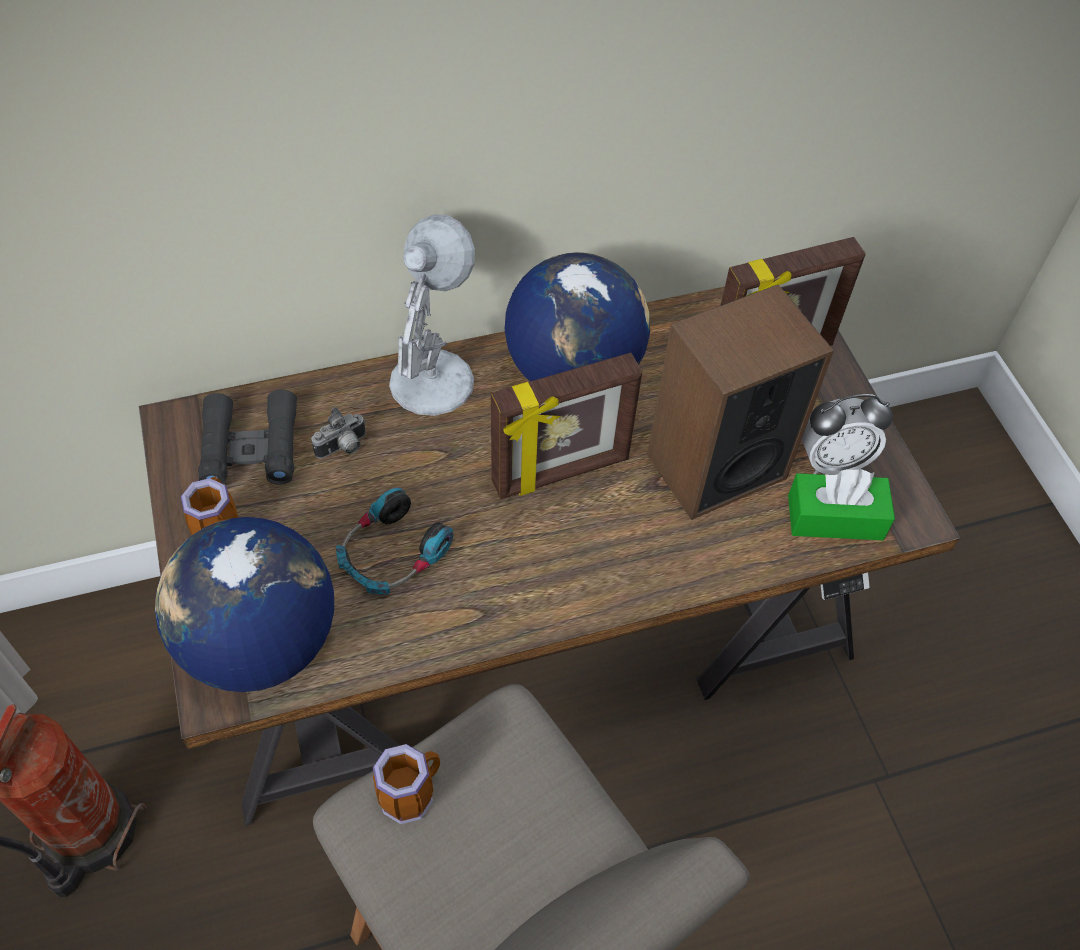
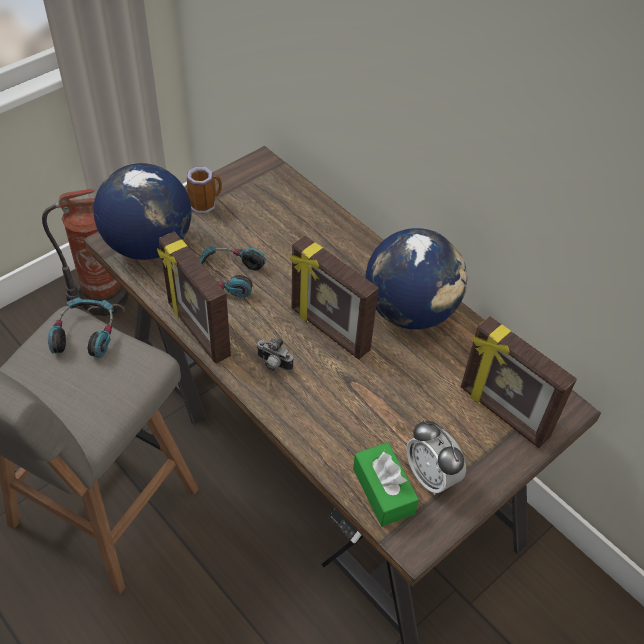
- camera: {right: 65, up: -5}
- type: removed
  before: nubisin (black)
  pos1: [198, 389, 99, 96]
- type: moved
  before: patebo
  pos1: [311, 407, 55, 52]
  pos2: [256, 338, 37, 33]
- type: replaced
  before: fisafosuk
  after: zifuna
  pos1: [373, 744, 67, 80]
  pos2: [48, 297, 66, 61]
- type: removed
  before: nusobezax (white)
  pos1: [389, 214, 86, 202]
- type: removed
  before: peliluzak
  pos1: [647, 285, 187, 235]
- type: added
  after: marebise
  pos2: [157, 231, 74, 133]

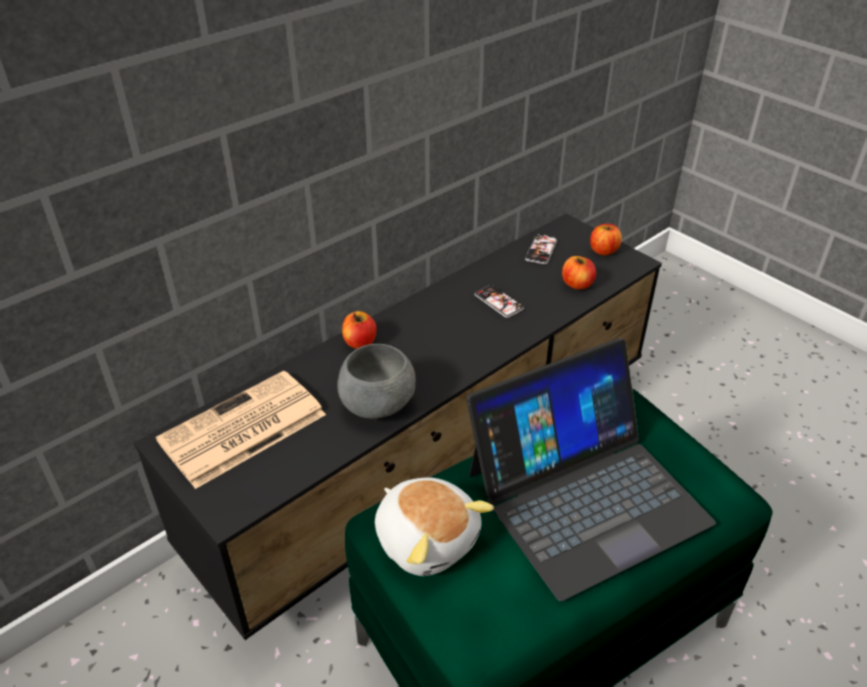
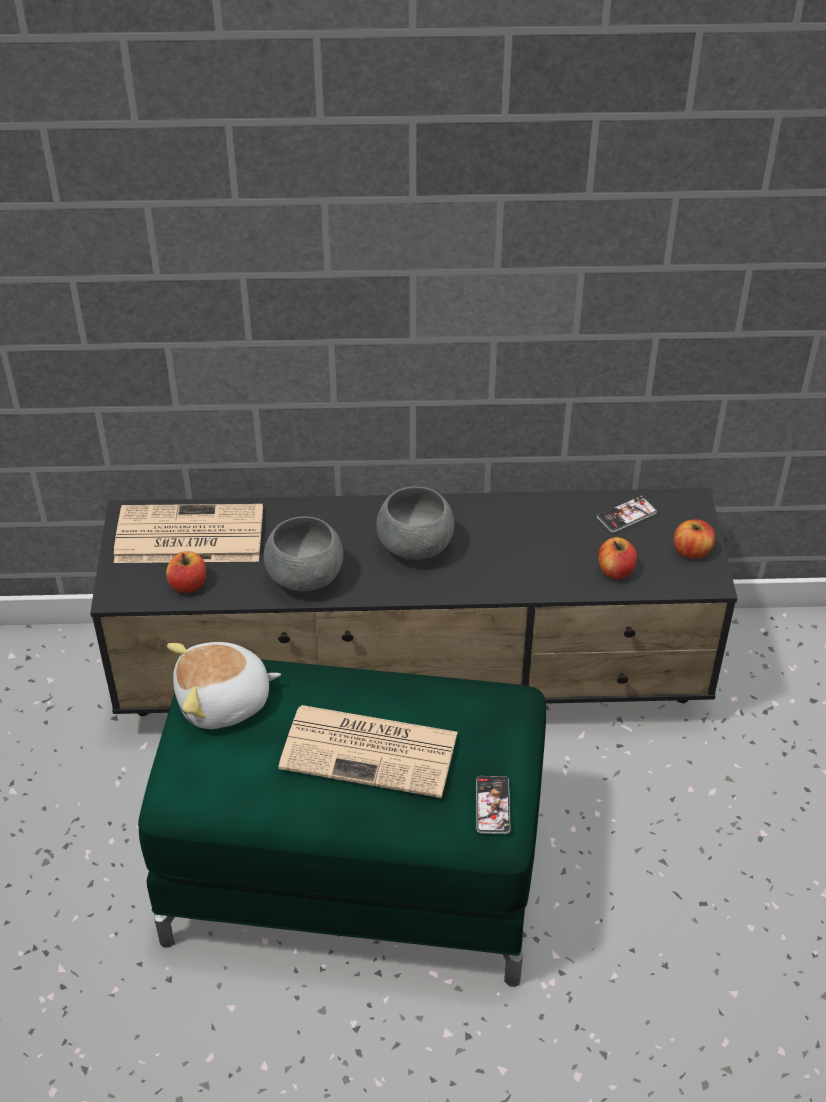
- camera: {right: 40, up: 5}
- type: moved
  before: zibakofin
  pos1: [342, 311, 35, 38]
  pos2: [166, 551, 40, 42]
- type: turned
  before: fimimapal
  pos1: [375, 477, 119, 99]
  pos2: [167, 642, 114, 87]
  turn: 75
- type: replaced
  before: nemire
  after: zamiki
  pos1: [466, 338, 250, 263]
  pos2: [279, 705, 179, 93]
- type: moved
  before: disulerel
  pos1: [474, 285, 50, 33]
  pos2: [476, 776, 35, 58]
- type: added
  after: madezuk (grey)
  pos2: [376, 487, 78, 73]

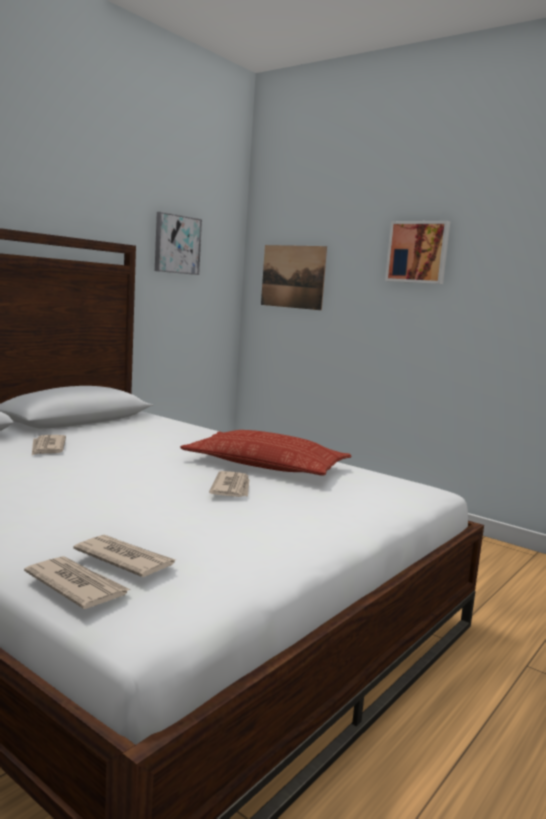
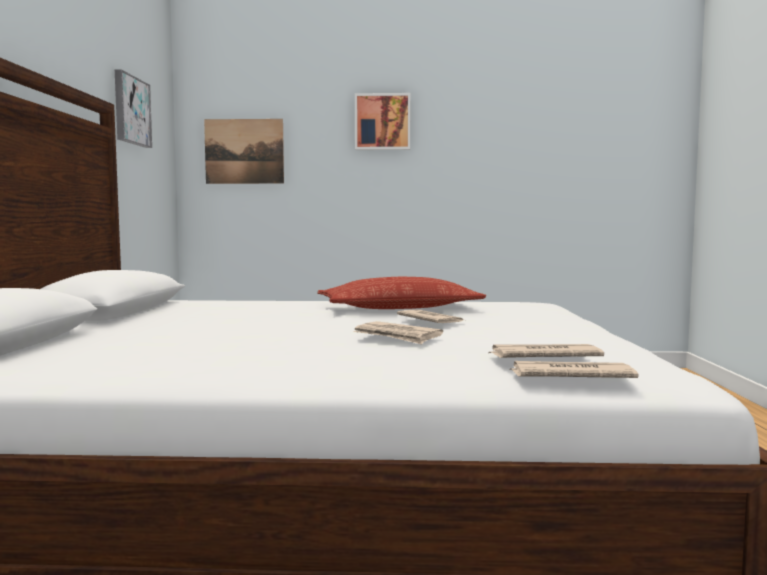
- camera: {right: -35, up: -5}
- type: moved
  before: zamiki
  pos1: [32, 435, 34, 20]
  pos2: [353, 321, 90, 23]

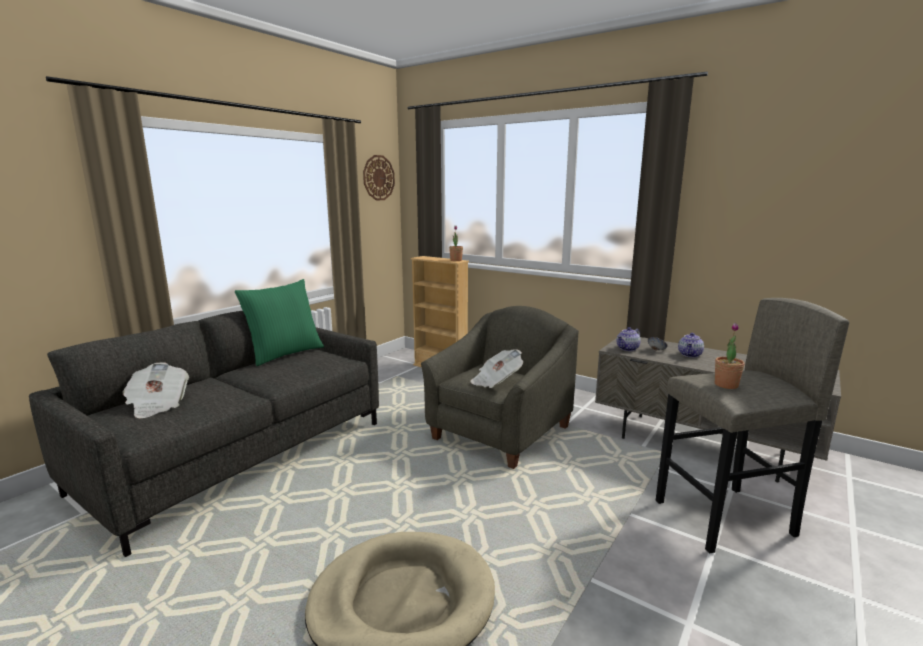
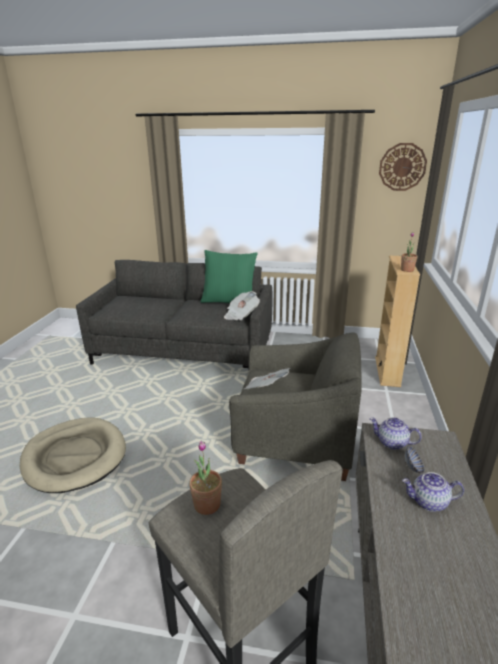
- camera: {right: 65, up: 10}
- type: moved
  before: zamiki
  pos1: [123, 362, 66, 57]
  pos2: [224, 291, 36, 29]

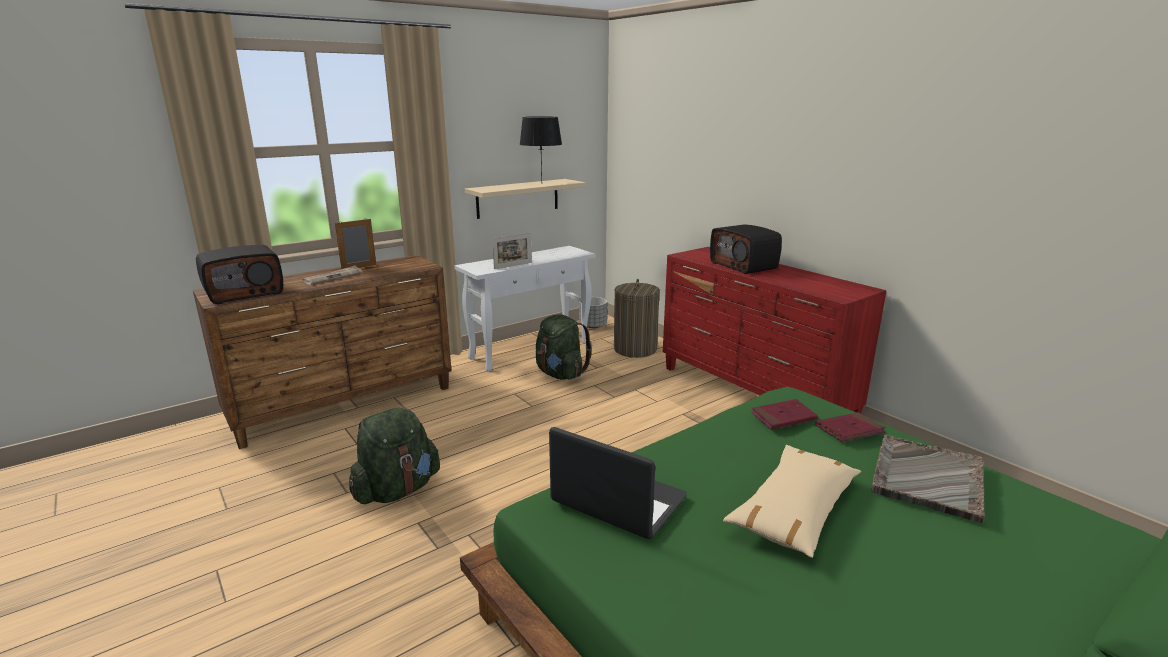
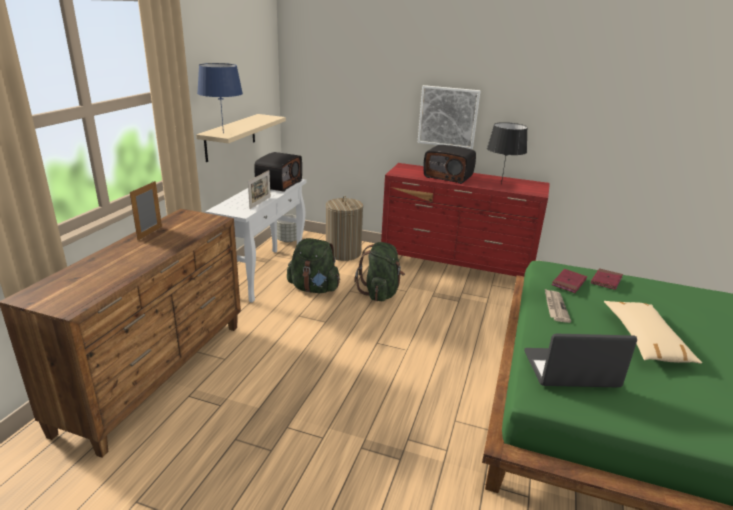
- camera: {right: -35, up: 5}
- type: moved
  before: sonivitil
  pos1: [196, 245, 87, 59]
  pos2: [254, 152, 48, 40]
- type: moved
  before: zamiki
  pos1: [303, 265, 60, 20]
  pos2: [545, 289, 26, 34]
- type: moved
  before: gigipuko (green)
  pos1: [349, 407, 91, 97]
  pos2: [354, 242, 51, 59]
- type: moved
  before: nusobezax (black)
  pos1: [520, 116, 42, 64]
  pos2: [487, 122, 41, 62]
- type: removed
  before: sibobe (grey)
  pos1: [871, 435, 114, 88]
- type: added
  after: nusobezax (blue)
  pos2: [197, 63, 46, 70]
- type: added
  after: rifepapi
  pos2: [417, 85, 63, 64]

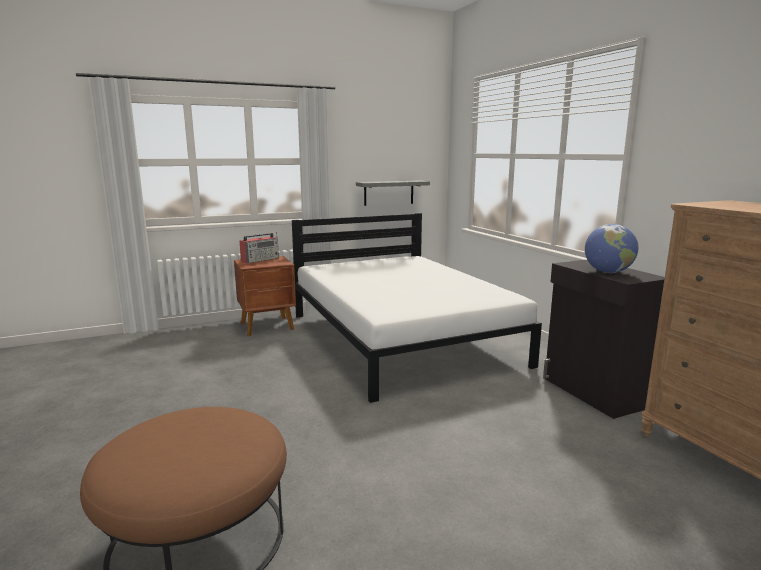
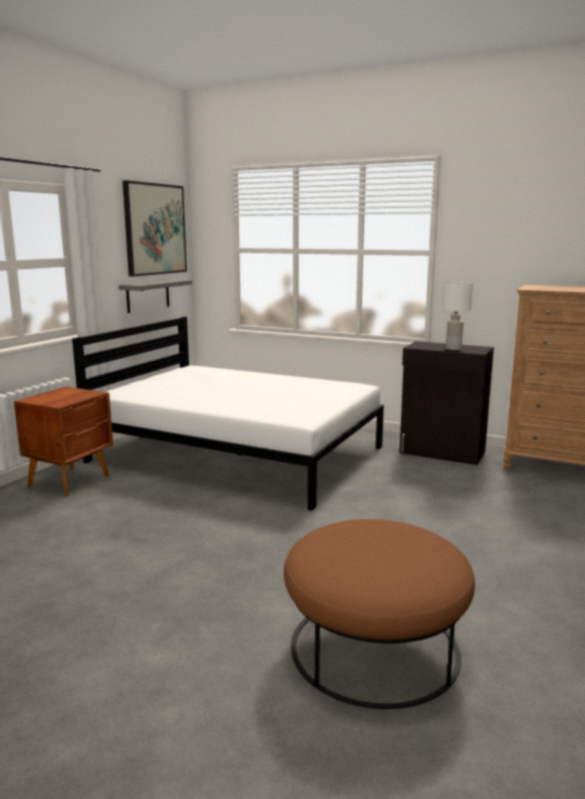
- camera: {right: -40, up: 0}
- type: removed
  before: sonivitil
  pos1: [239, 232, 40, 32]
- type: replaced
  before: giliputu
  after: nusobezax (white)
  pos1: [585, 224, 53, 49]
  pos2: [441, 281, 32, 69]
- type: added
  after: rifepapi
  pos2: [122, 180, 65, 97]

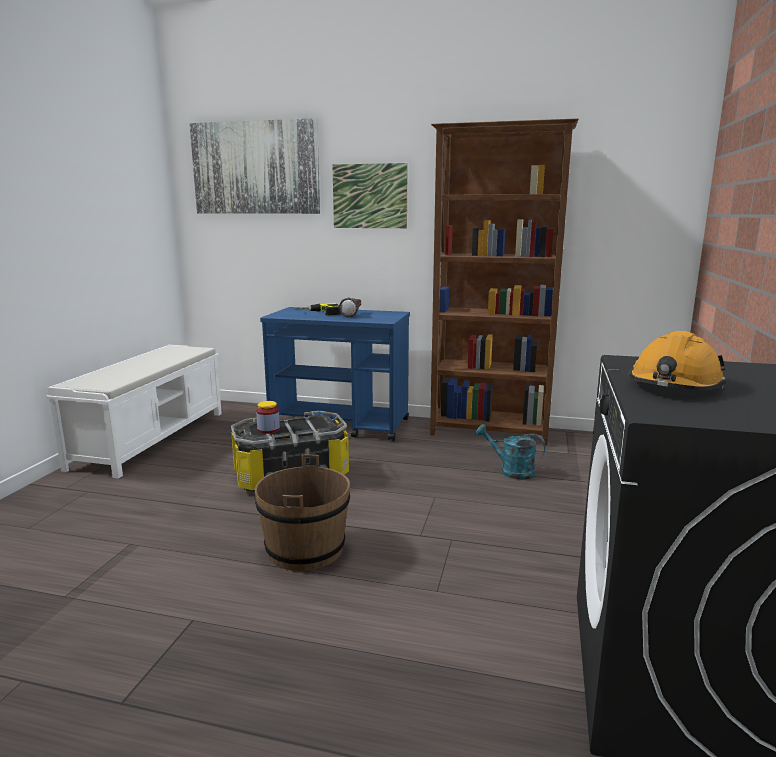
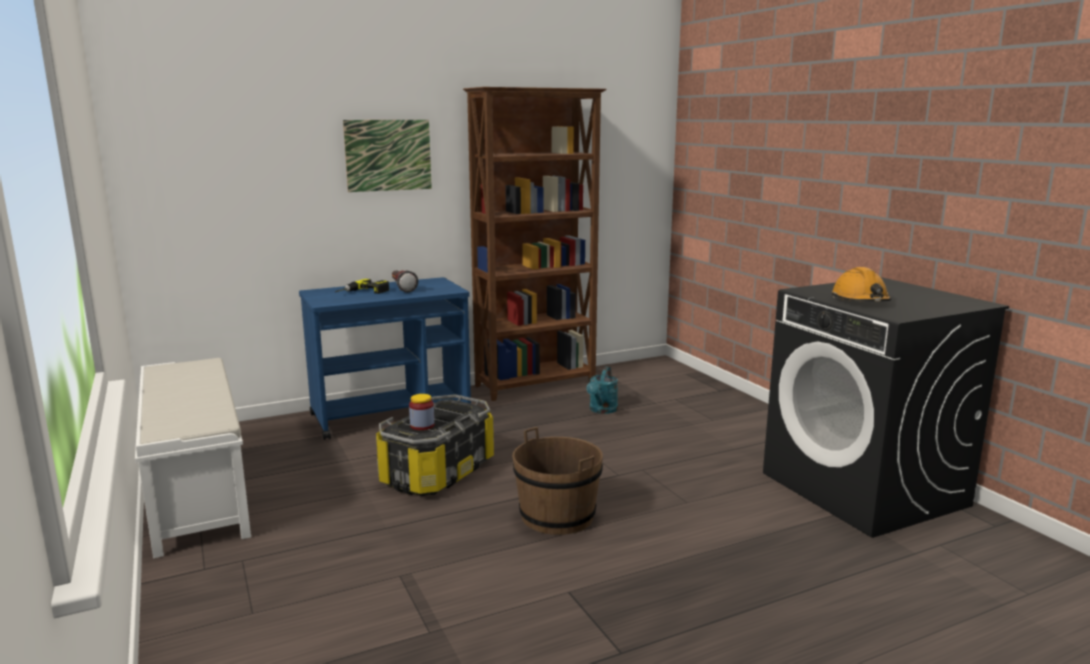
- camera: {right: -40, up: 0}
- type: removed
  before: rifepapi
  pos1: [189, 118, 131, 96]
- type: turned
  before: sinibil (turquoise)
  pos1: [475, 424, 71, 56]
  pos2: [586, 366, 32, 48]
  turn: -60

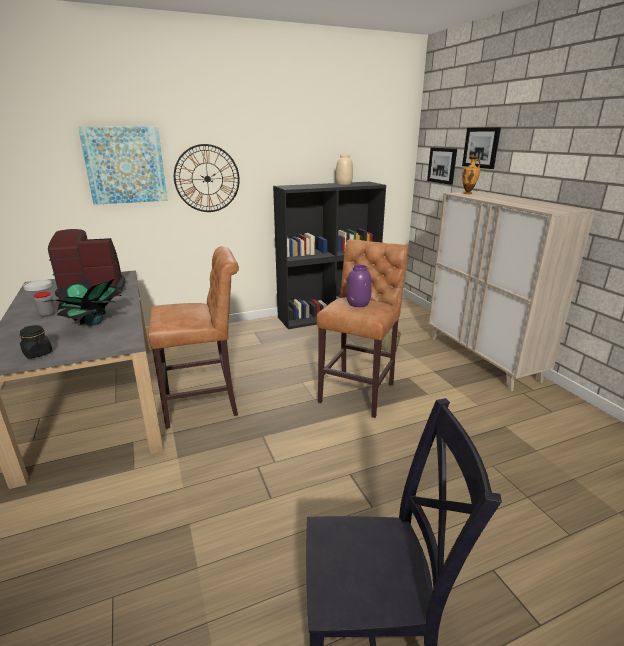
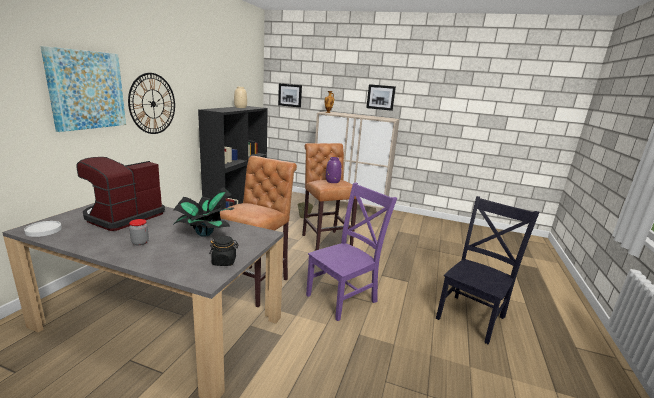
- camera: {right: -50, up: -5}
- type: moved
  before: rifepapi
  pos1: [462, 127, 39, 42]
  pos2: [366, 84, 30, 27]
- type: added
  after: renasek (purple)
  pos2: [306, 182, 91, 139]

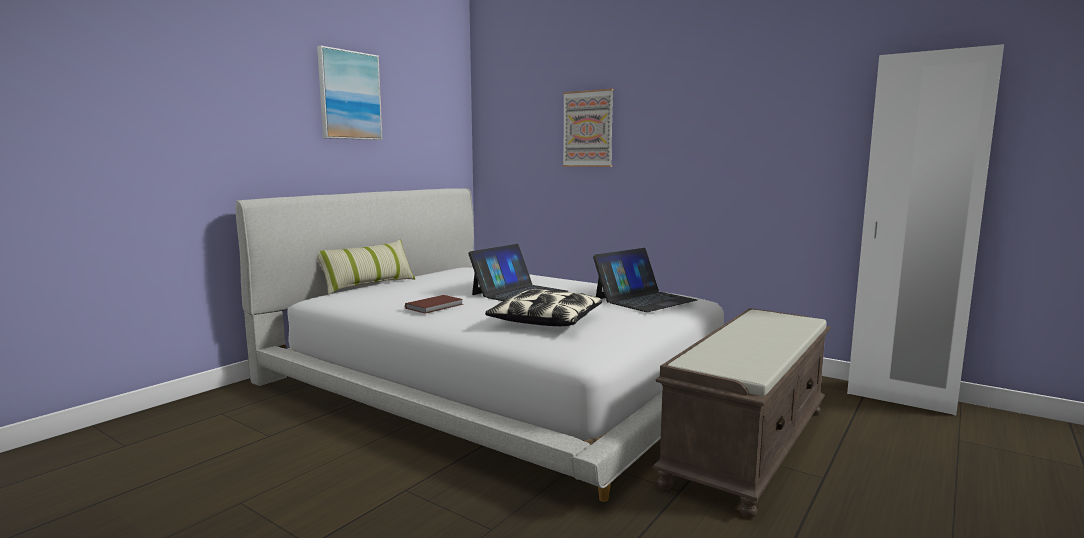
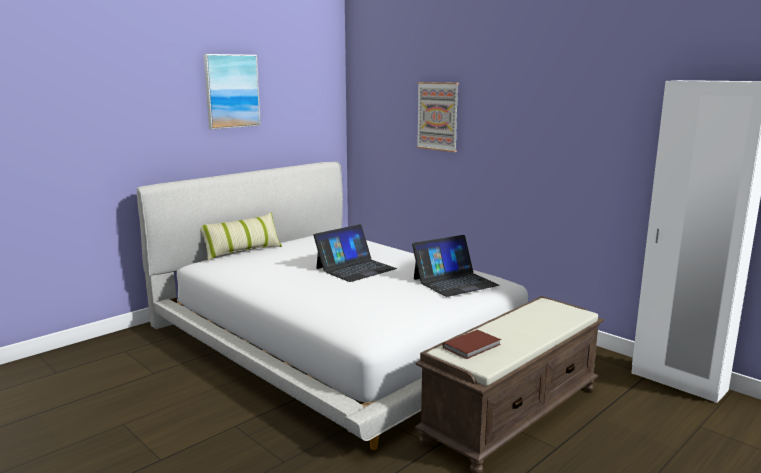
- camera: {right: 10, up: 5}
- type: moved
  before: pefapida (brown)
  pos1: [405, 295, 58, 19]
  pos2: [442, 330, 59, 29]
- type: removed
  before: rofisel
  pos1: [485, 289, 117, 37]

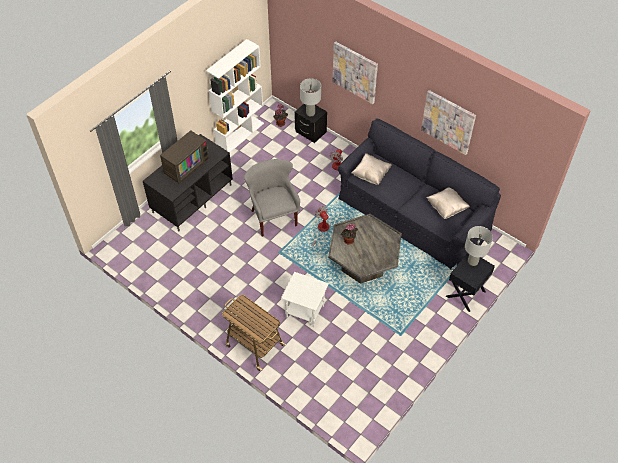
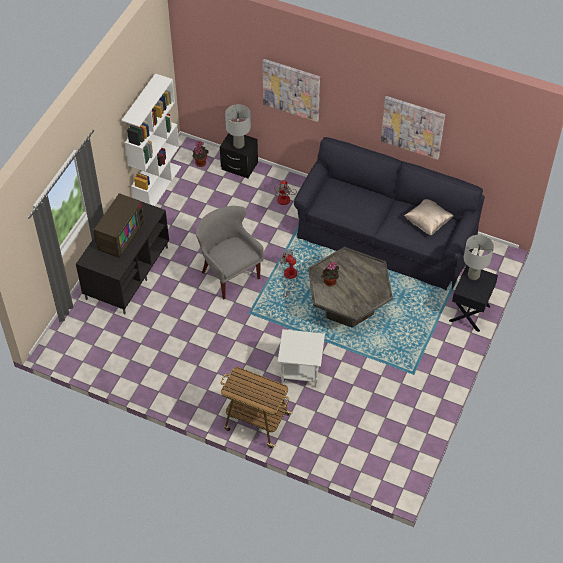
- camera: {right: -15, up: 0}
- type: removed
  before: rofisel (beige)
  pos1: [352, 153, 40, 32]

